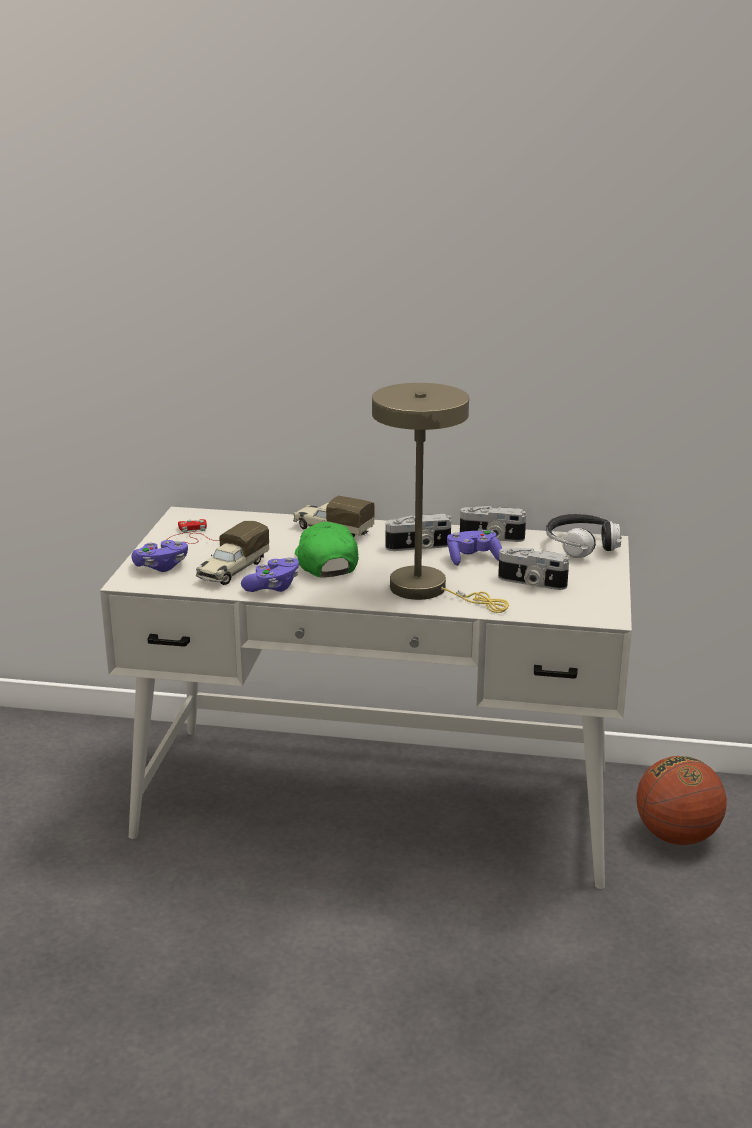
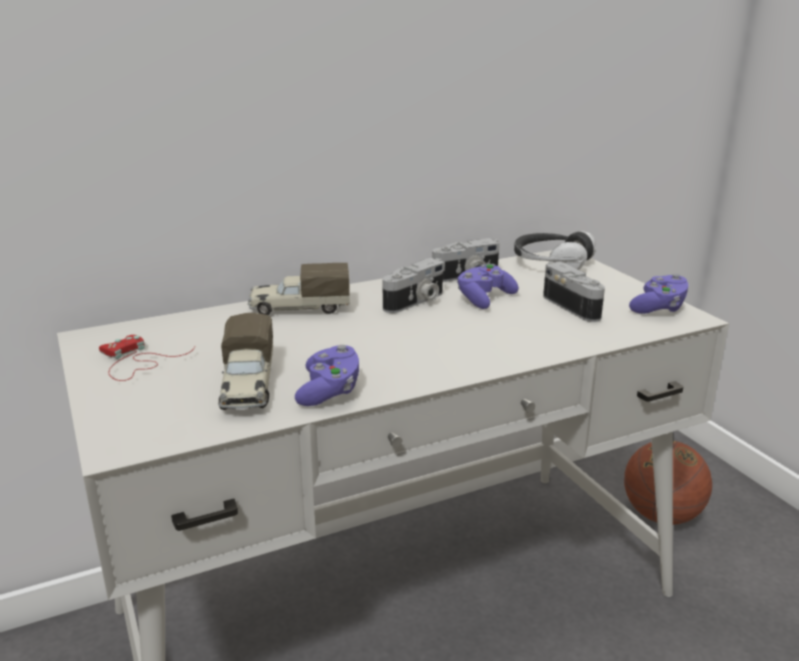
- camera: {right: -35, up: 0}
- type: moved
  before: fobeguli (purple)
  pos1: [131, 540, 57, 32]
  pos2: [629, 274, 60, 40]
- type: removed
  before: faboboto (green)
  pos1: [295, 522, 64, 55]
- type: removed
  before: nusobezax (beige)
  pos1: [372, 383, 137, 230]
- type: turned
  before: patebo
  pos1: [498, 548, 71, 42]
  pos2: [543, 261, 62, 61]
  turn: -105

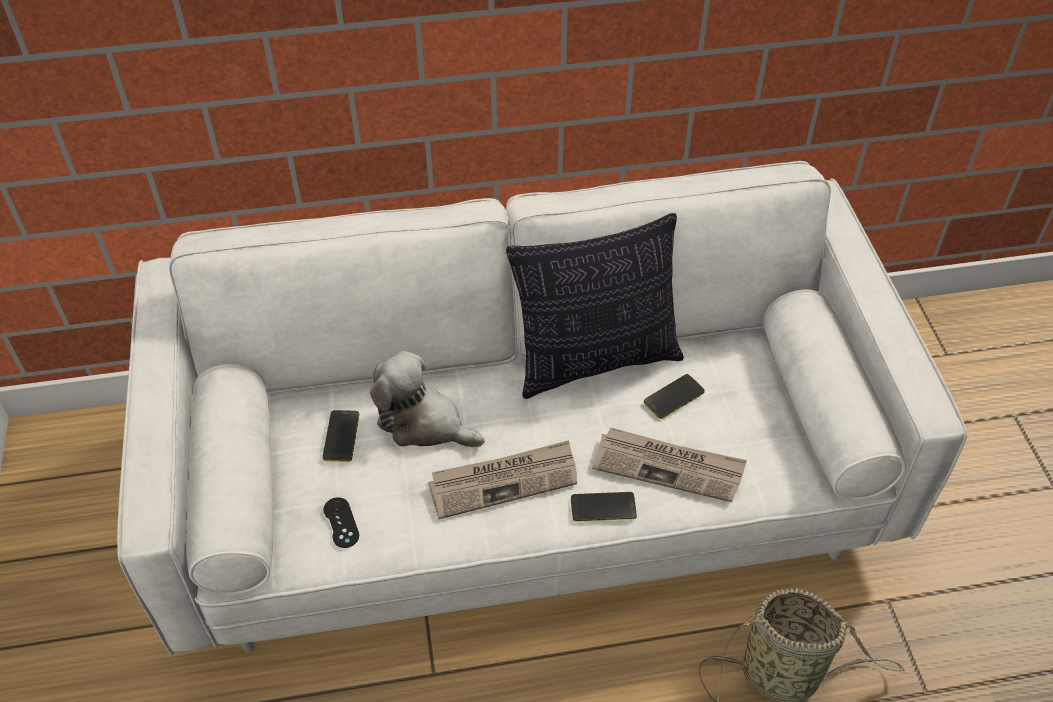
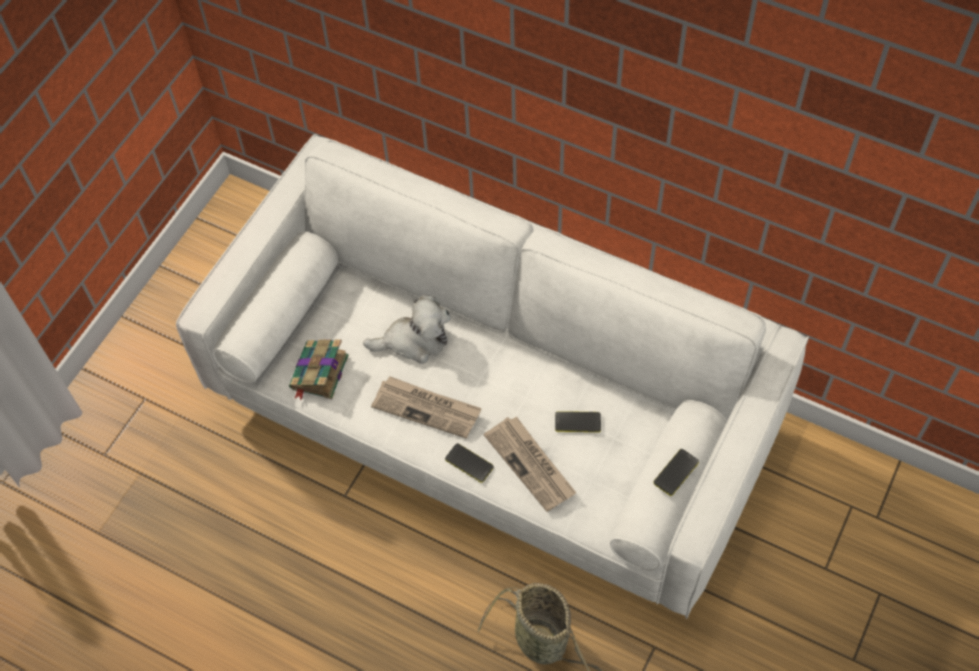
- camera: {right: 40, up: 10}
- type: moved
  before: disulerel
  pos1: [322, 410, 37, 52]
  pos2: [653, 449, 46, 47]
- type: replaced
  before: fobeguli (black)
  after: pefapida
  pos1: [323, 497, 36, 51]
  pos2: [289, 339, 60, 61]
- type: turned
  before: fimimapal
  pos1: [370, 351, 115, 96]
  pos2: [363, 295, 88, 69]
  turn: 105
- type: removed
  before: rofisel
  pos1: [506, 213, 178, 186]

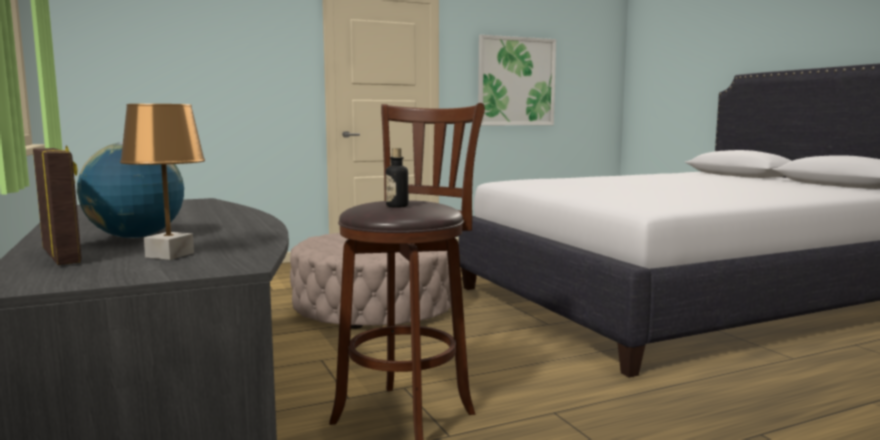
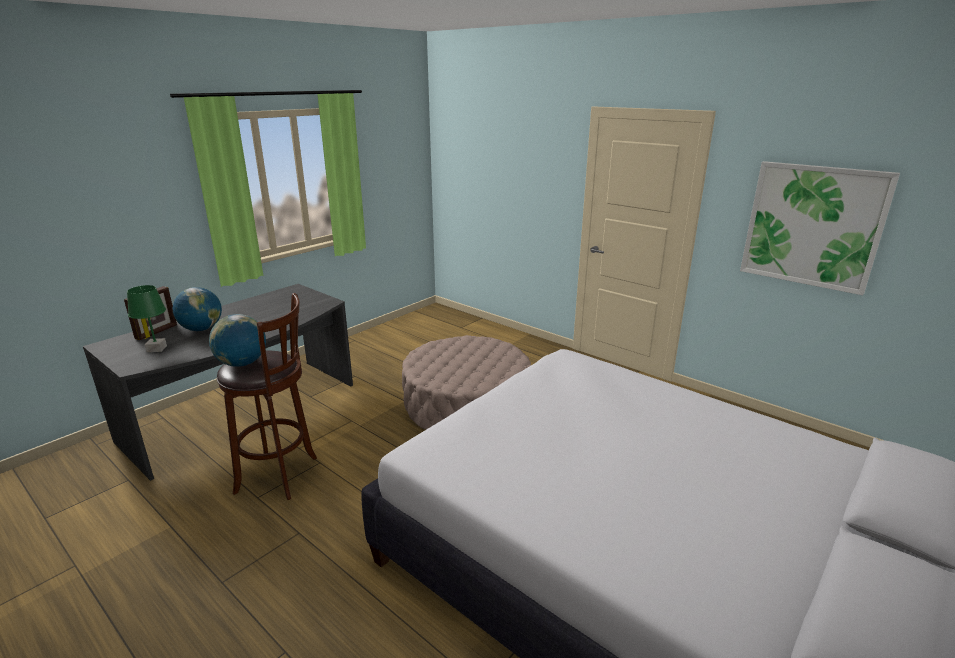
- camera: {right: 65, up: 15}
- type: recoloured
  before: nusobezax (brown)
  after: nusobezax (green)
  pos1: [120, 104, 85, 156]
  pos2: [127, 285, 40, 67]
- type: replaced
  before: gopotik
  after: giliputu
  pos1: [386, 148, 22, 60]
  pos2: [209, 314, 57, 53]

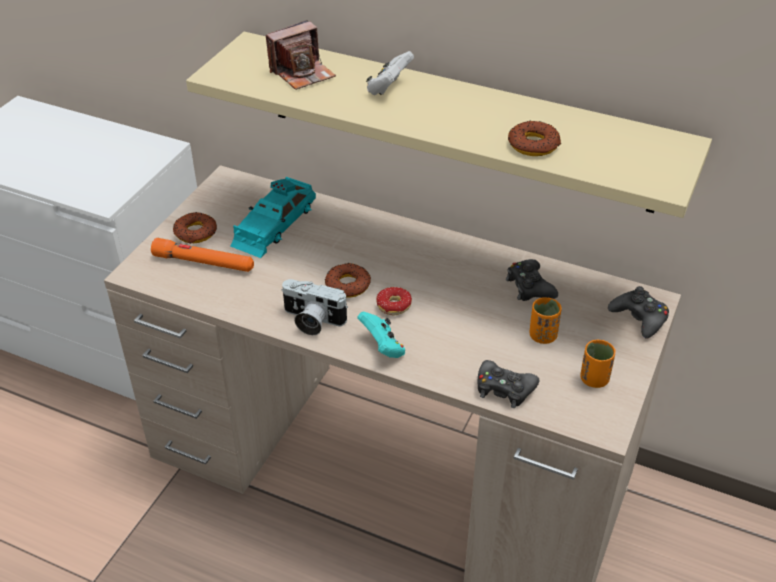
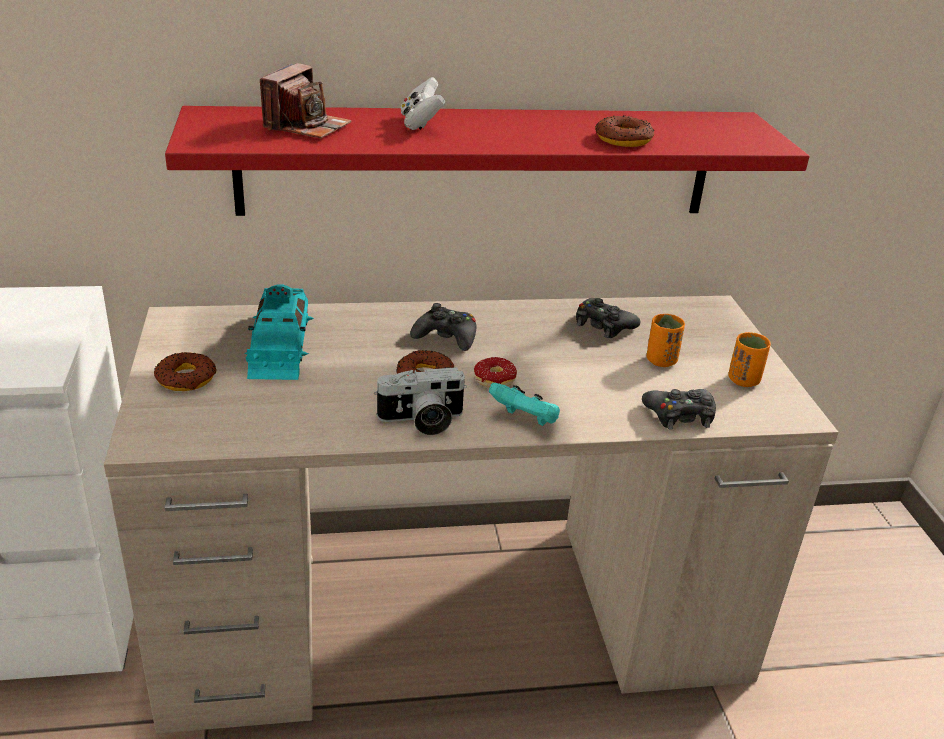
- camera: {right: -35, up: -10}
- type: removed
  before: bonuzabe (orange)
  pos1: [151, 238, 103, 34]
- type: recoloured
  before: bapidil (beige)
  after: bapidil (red)
  pos1: [186, 32, 526, 186]
  pos2: [165, 106, 644, 110]
- type: moved
  before: fobeguli (black)
  pos1: [608, 286, 61, 52]
  pos2: [410, 303, 66, 48]

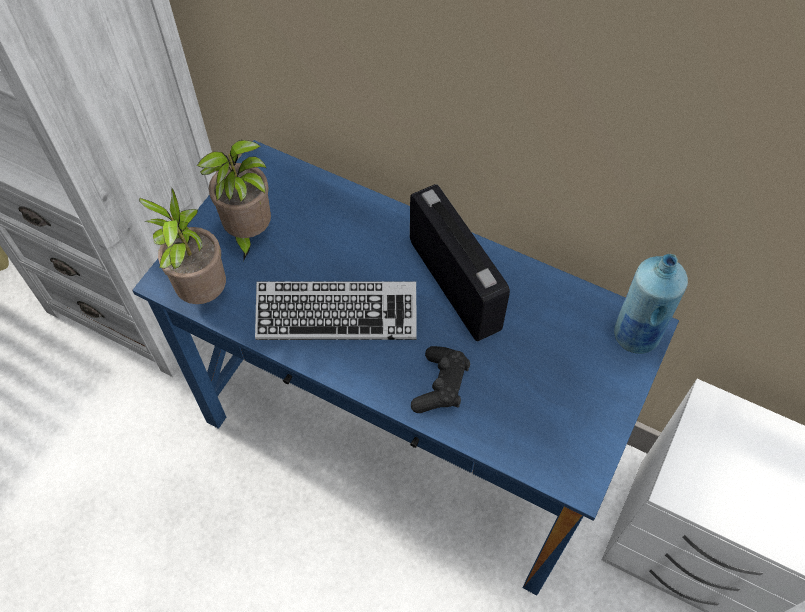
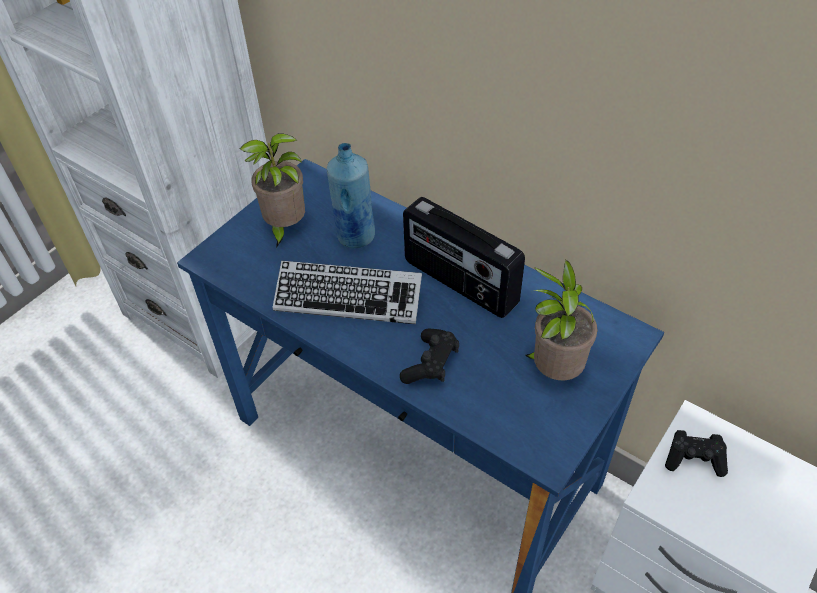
- camera: {right: 10, up: -10}
- type: moved
  before: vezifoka
  pos1: [139, 188, 87, 116]
  pos2: [525, 260, 73, 120]
- type: turned
  before: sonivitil
  pos1: [410, 184, 100, 157]
  pos2: [403, 197, 122, 121]
  turn: 150
- type: moved
  before: gopotik (blue)
  pos1: [614, 254, 74, 100]
  pos2: [326, 143, 49, 105]
- type: added
  after: fobeguli (black)
  pos2: [665, 430, 63, 47]

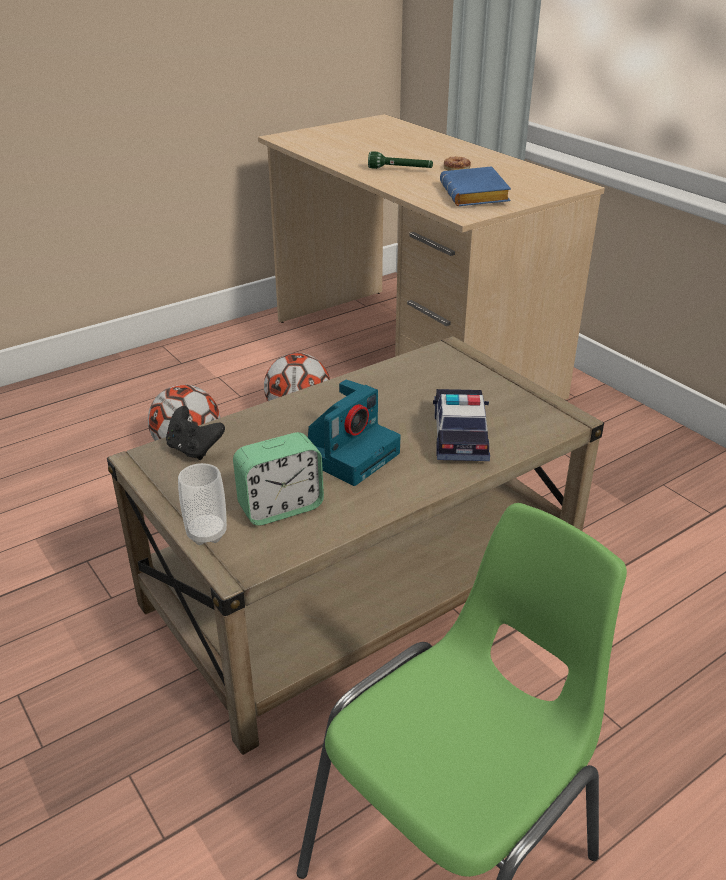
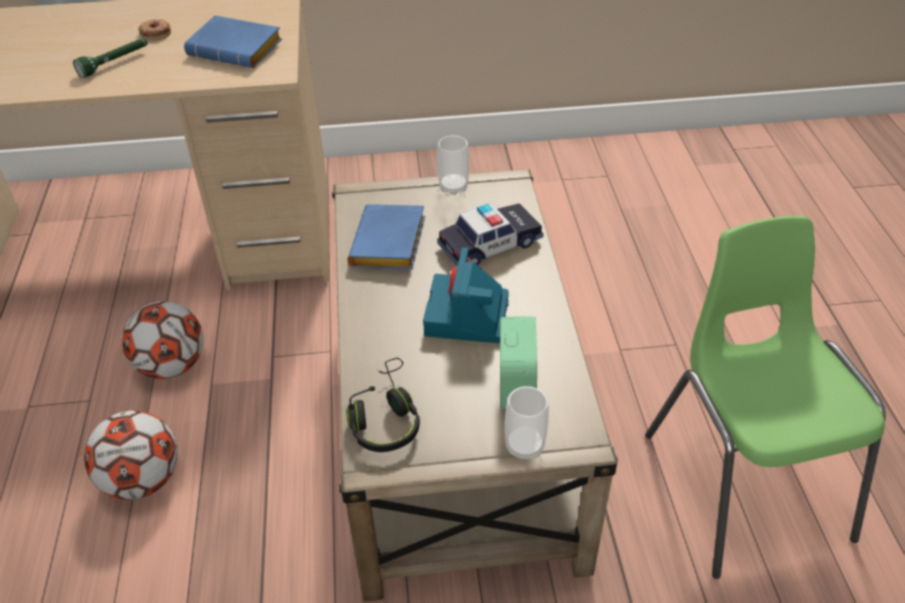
- camera: {right: -60, up: 10}
- type: replaced
  before: fobeguli (black)
  after: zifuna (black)
  pos1: [166, 406, 59, 54]
  pos2: [346, 358, 74, 94]
- type: turned
  before: patebo
  pos1: [308, 380, 93, 106]
  pos2: [423, 247, 86, 96]
  turn: -150
- type: turned
  before: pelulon
  pos1: [433, 389, 57, 72]
  pos2: [437, 203, 107, 63]
  turn: 120
- type: added
  after: pefapida (blue)
  pos2: [347, 204, 78, 66]
- type: added
  after: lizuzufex
  pos2: [437, 135, 32, 60]

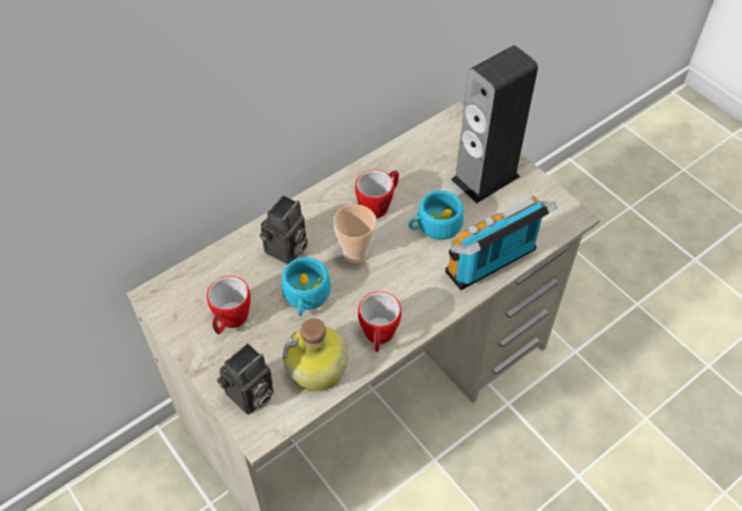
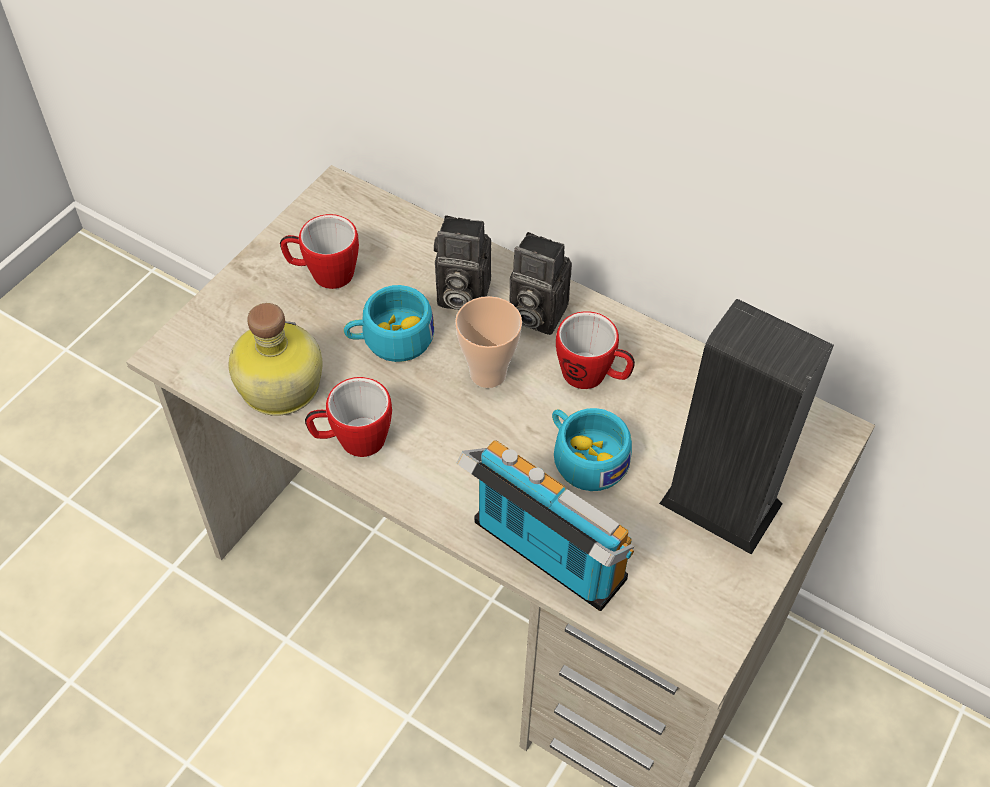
- camera: {right: 70, up: 0}
- type: moved
  before: patebo
  pos1: [217, 343, 57, 72]
  pos2: [510, 232, 62, 103]

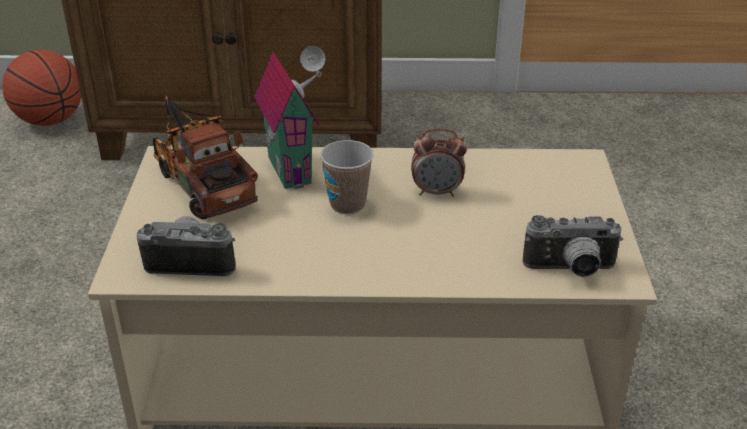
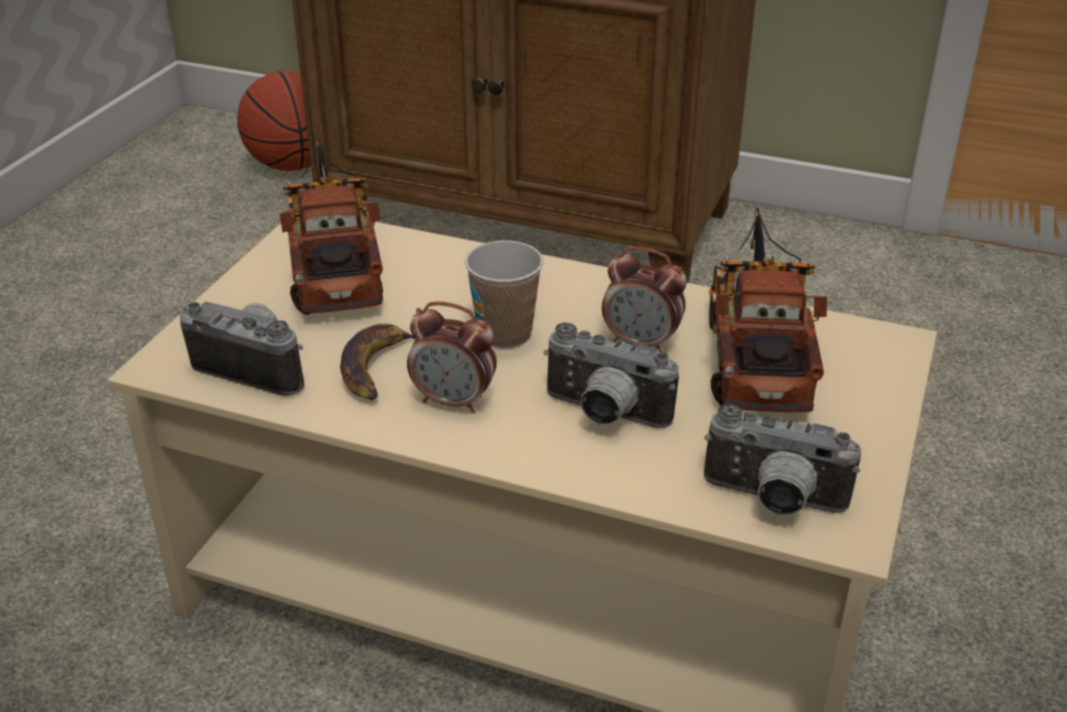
- camera: {right: 20, up: 0}
- type: removed
  before: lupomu
  pos1: [254, 46, 71, 143]
- type: added
  after: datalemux
  pos2: [340, 324, 74, 76]
- type: added
  after: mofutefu
  pos2: [407, 302, 90, 111]
- type: added
  after: patebo
  pos2: [544, 323, 135, 105]
- type: added
  after: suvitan
  pos2: [709, 208, 118, 204]

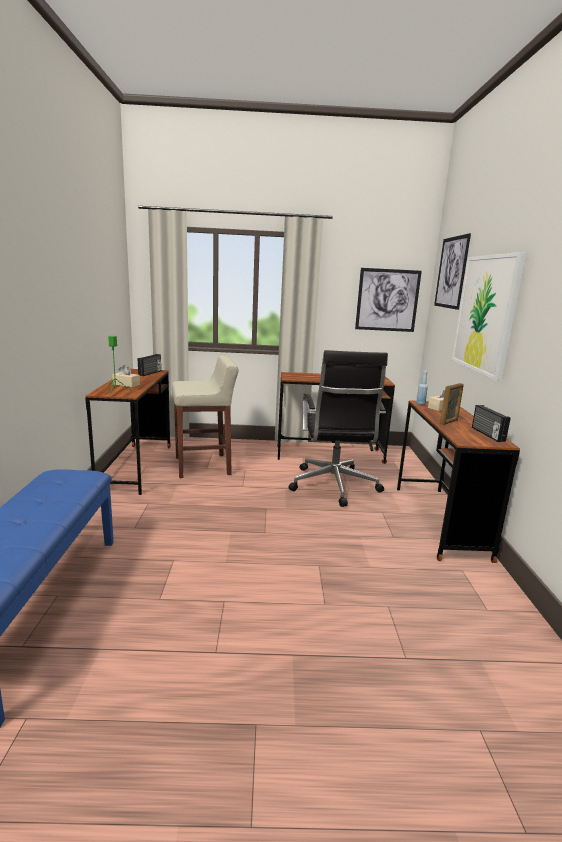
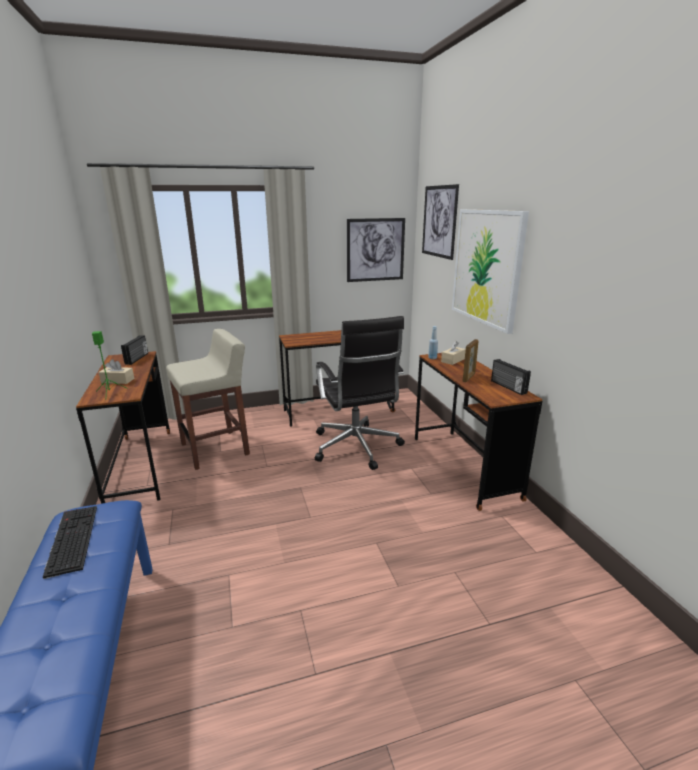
- camera: {right: -15, up: 5}
- type: added
  after: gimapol
  pos2: [43, 506, 54, 73]

